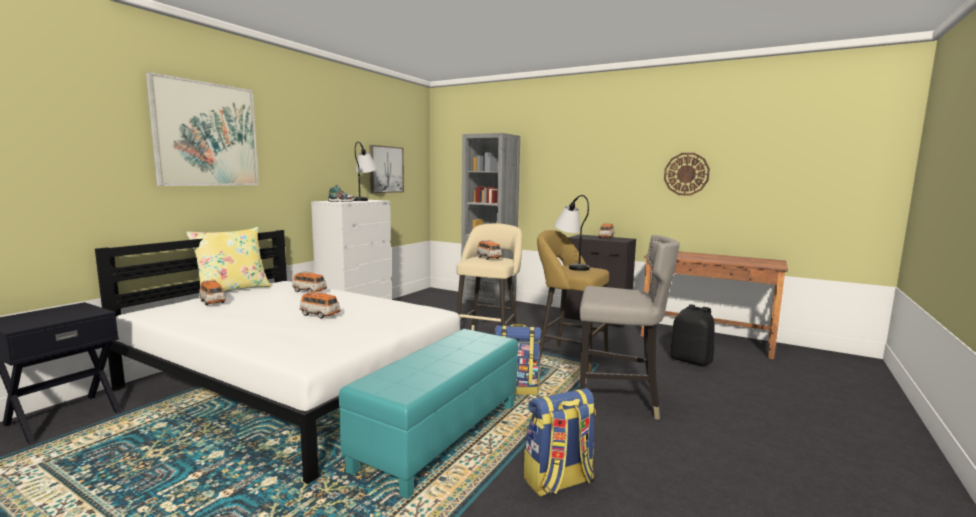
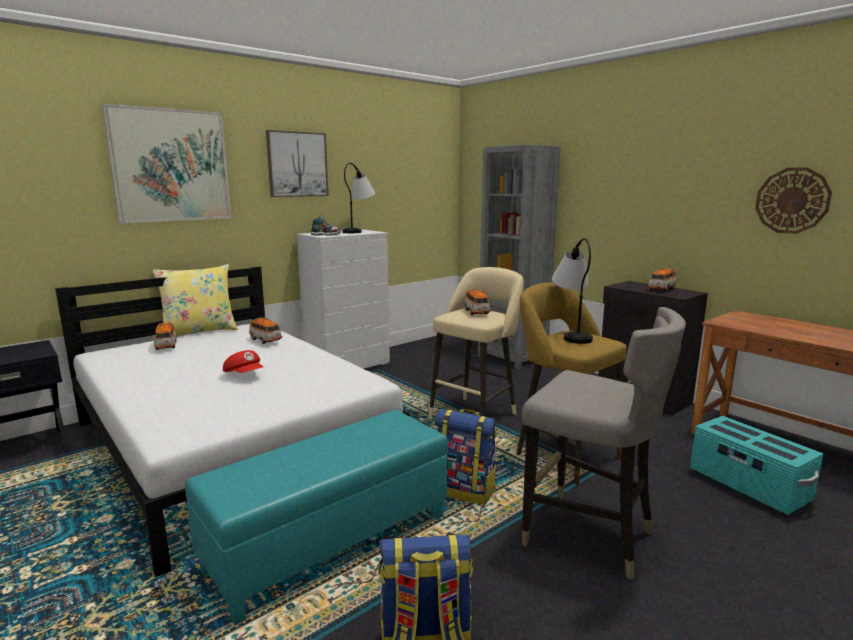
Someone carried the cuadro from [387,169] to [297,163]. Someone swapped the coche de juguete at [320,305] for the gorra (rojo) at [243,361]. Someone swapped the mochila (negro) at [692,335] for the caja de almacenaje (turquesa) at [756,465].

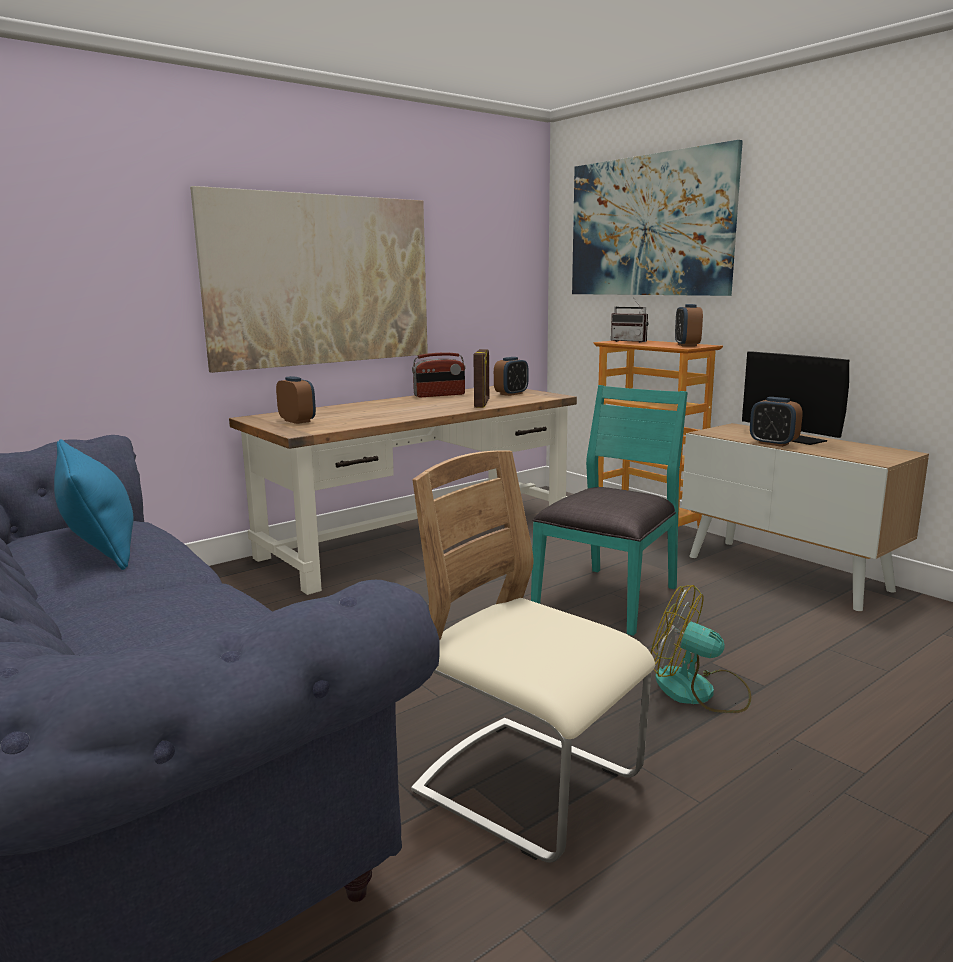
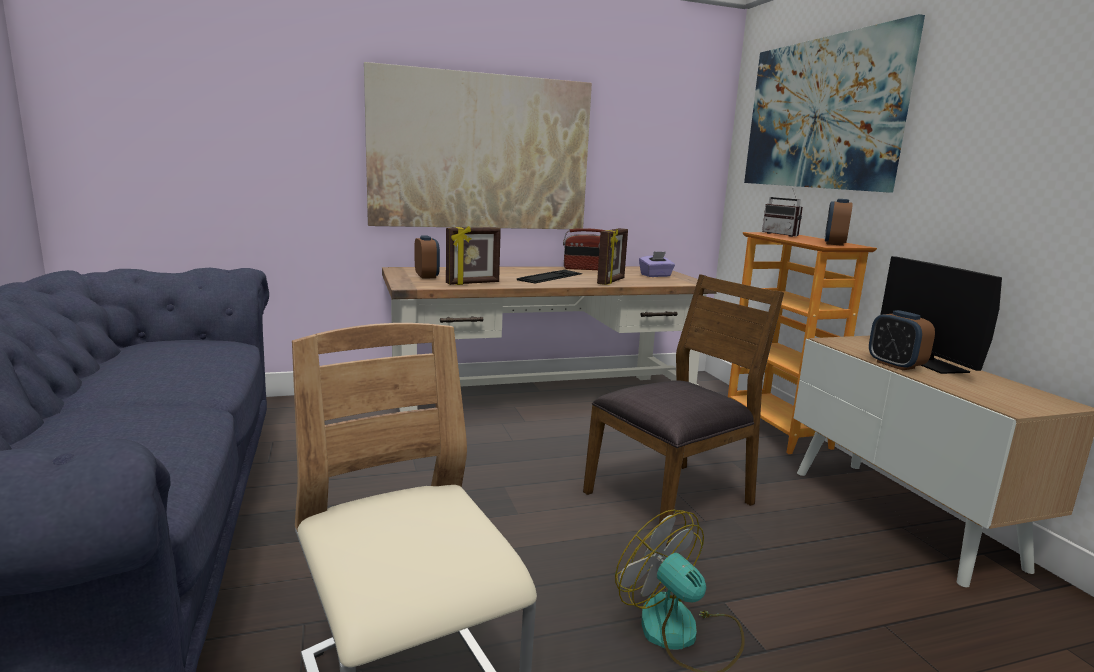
Someone swapped the despertador at [511,376] for the caja de pañuelos (morado) at [657,264]. Someone repainted the silla (turquesa) at [609,510], which became the silla (marrón) at [683,410]. Someone took away the cojín (azul) at [94,504]. Someone put down the portarretratos at [473,255]. Someone put down the teclado at [549,276].

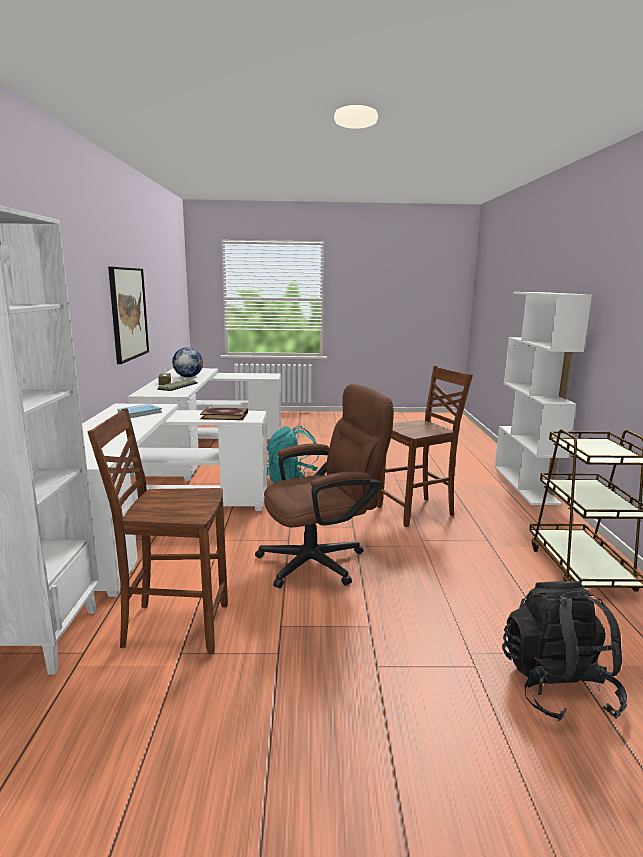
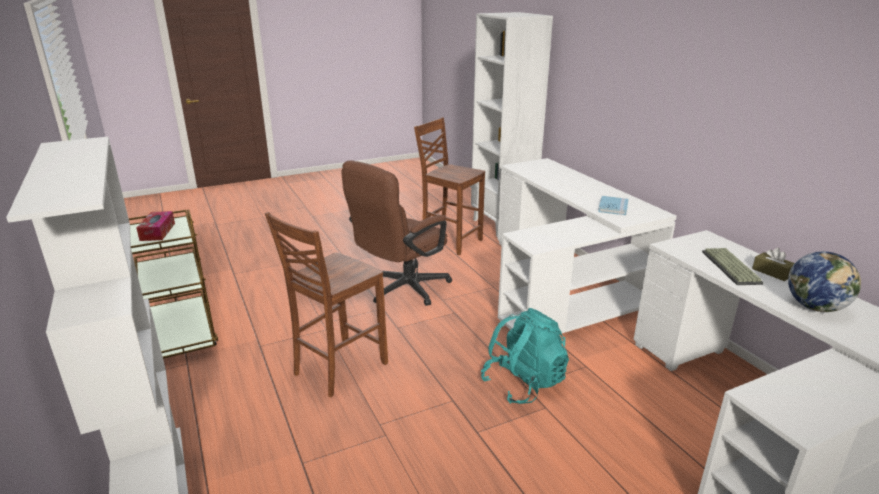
Someone took away the cuadro at [128,315]. Someone took away the libro at [224,413]. Someone rotated the silla (marrón) at [158,531] by 120 degrees counterclockwise. Someone took away the mochila (negro) at [564,651]. Someone put down the caja de pañuelos at [156,226].

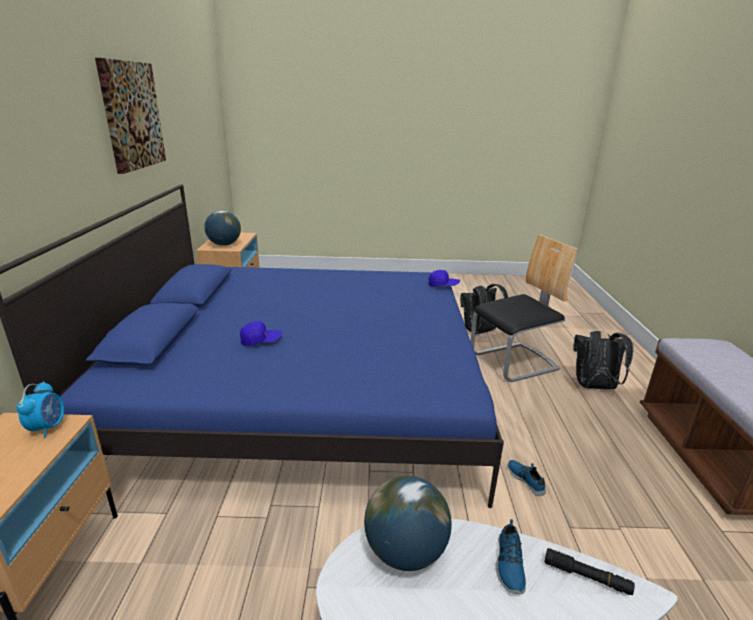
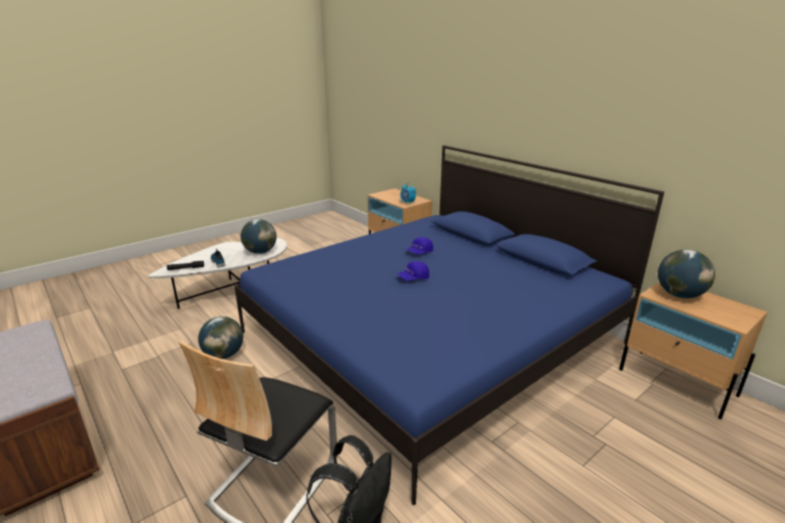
Someone took away the cuadro at [130,116]. Someone carried the gorra (azul) from [444,278] to [413,271]. Someone took away the mochila (negro) at [603,360]. Someone swapped the zapato at [527,478] for the globo terráqueo at [220,337].

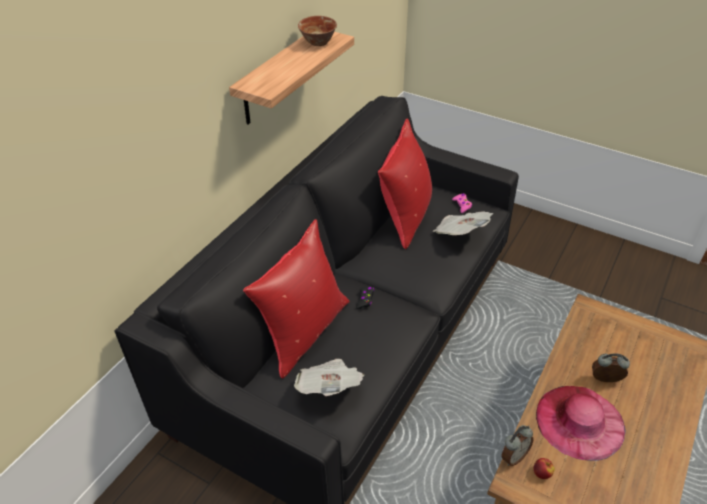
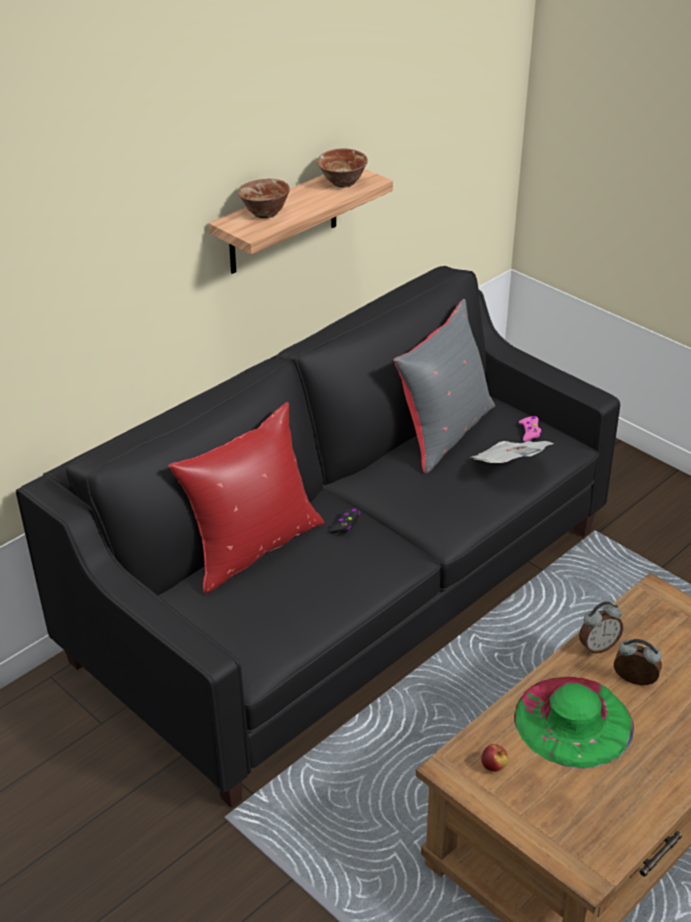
Someone repainted the cojín (rojo) at [405,183], which became the cojín (gris) at [444,386]. Someone took away the periódico at [329,377]. Someone repainted the sombrero (rosa) at [581,423], which became the sombrero (verde) at [574,723]. Someone carried the despertador from [517,445] to [601,627]. Someone put down the cuenco at [263,198].

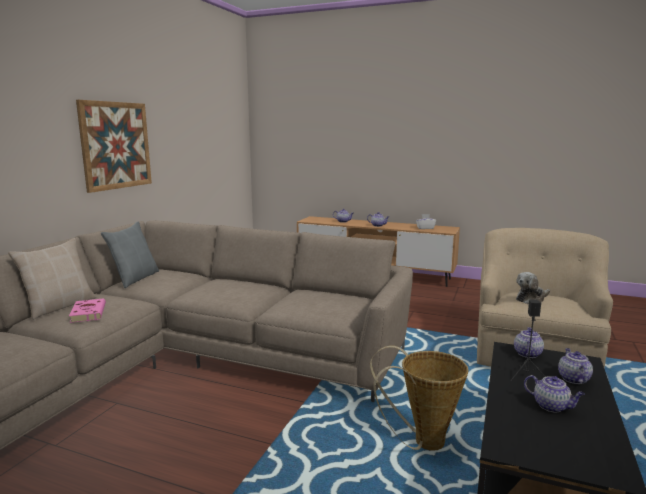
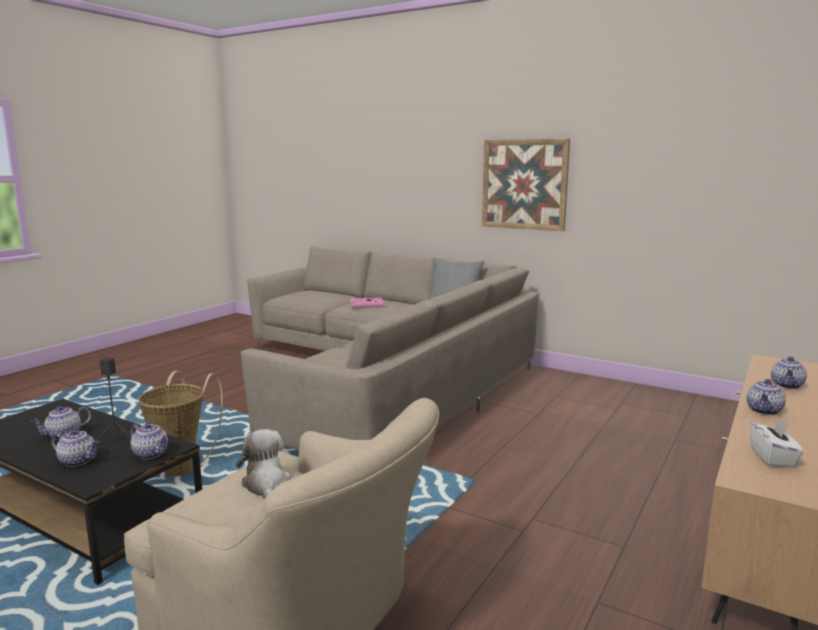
Someone took away the cojín (beis) at [52,279].

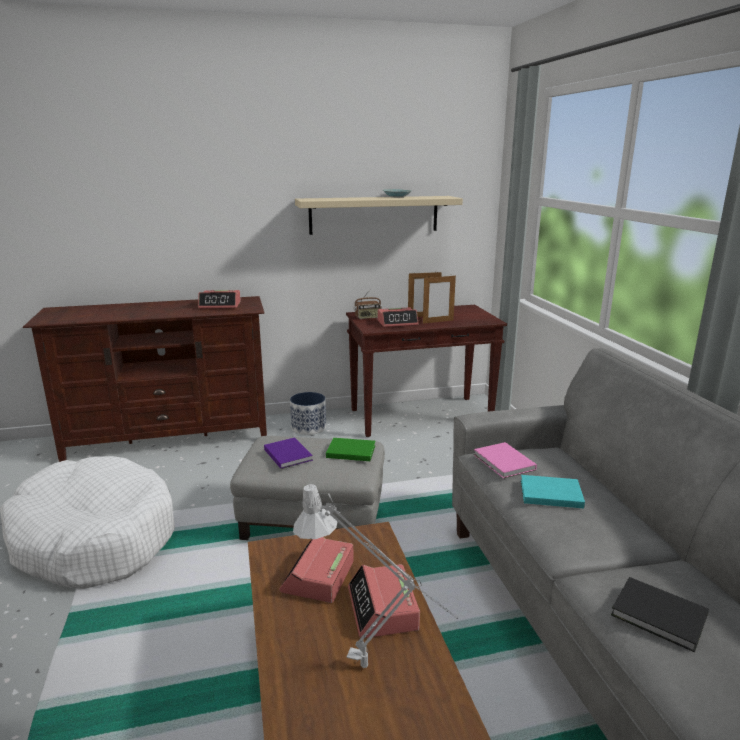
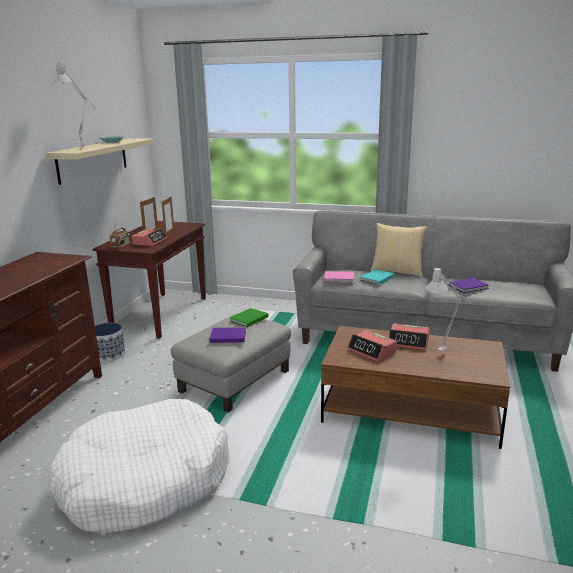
Someone took away the despertador at [219,299]. Someone repainted the libro (negro) at [660,614], which became the libro (morado) at [469,285]. Someone put down the lámpara de mesa (gris) at [74,105]. Someone put down the cojín at [399,250].

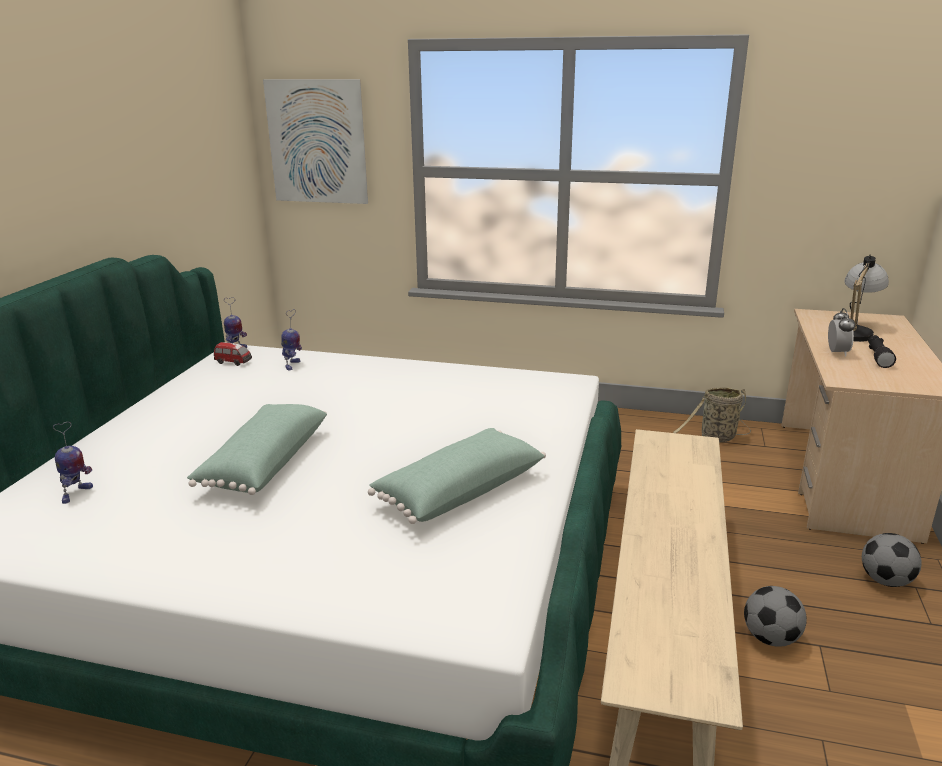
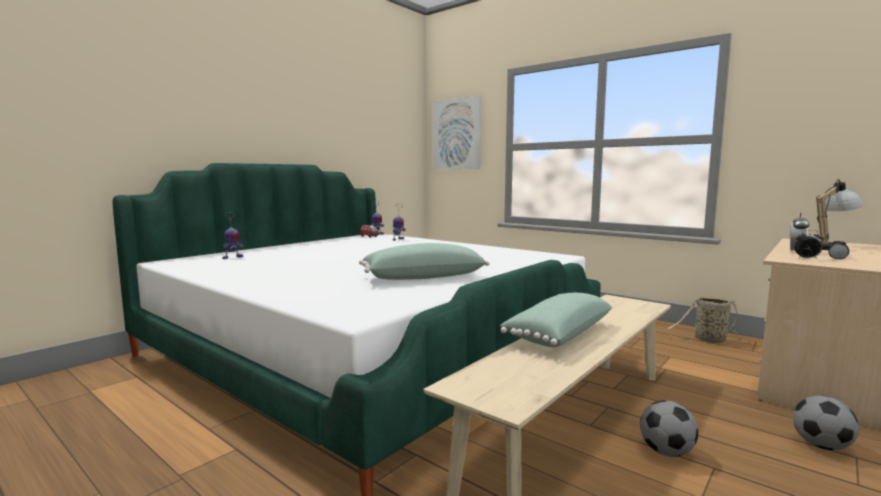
Someone carried the cojín (verde) from [257,449] to [556,320]. Someone put down the despertador at [809,244].

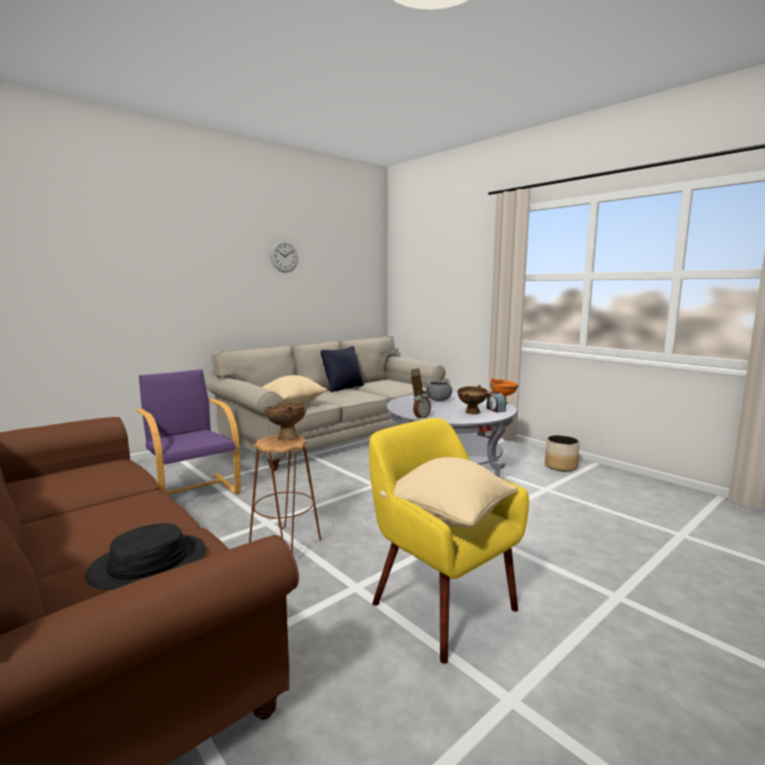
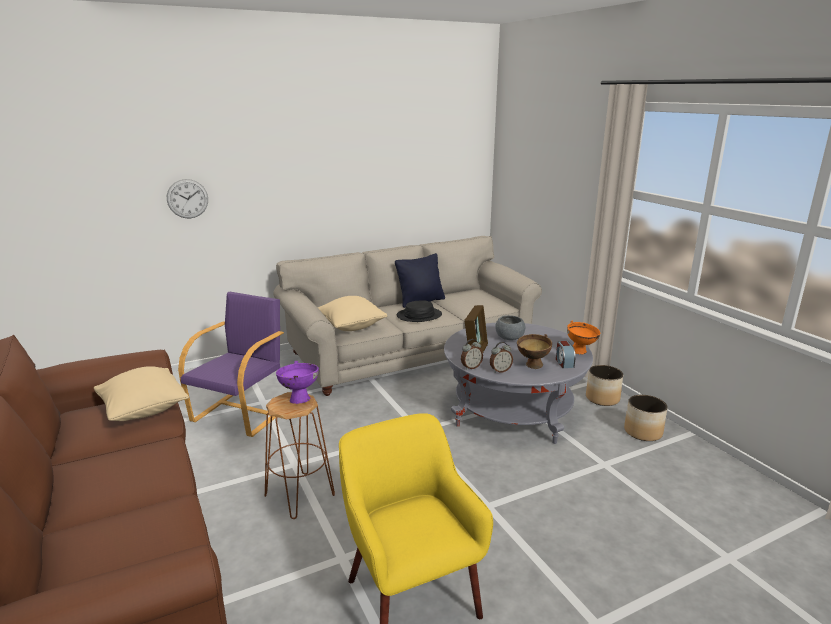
Someone carried the reloj de pared from [284,256] to [187,198]. Someone rotated the sillón (morado) at [188,432] by 45 degrees clockwise. Someone repainted the cuenco (marrón) at [286,421], which became the cuenco (morado) at [297,382]. Someone carried the cojín (beis) from [449,492] to [141,393]. Someone carried the sombrero (negro) from [145,556] to [419,311]. Someone put down the despertador at [501,357]. Someone put down the maceta at [604,385].

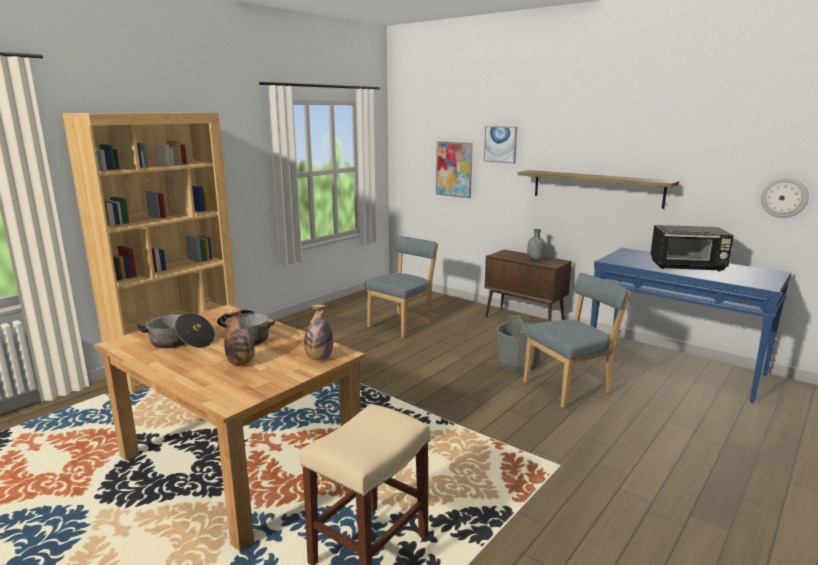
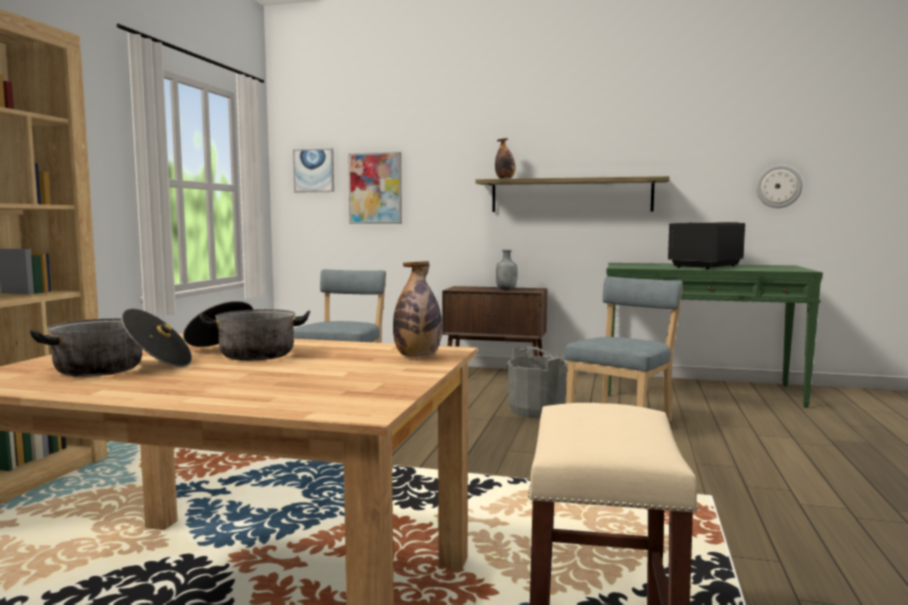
Someone carried the cuadro from [500,145] to [313,170]. Someone rotated the microondas (negro) at [692,248] by 150 degrees clockwise. Someone repainted the mesa consola (azul) at [691,325], which became the mesa consola (verde) at [714,335]. Someone carried the botella from [239,337] to [505,158].

